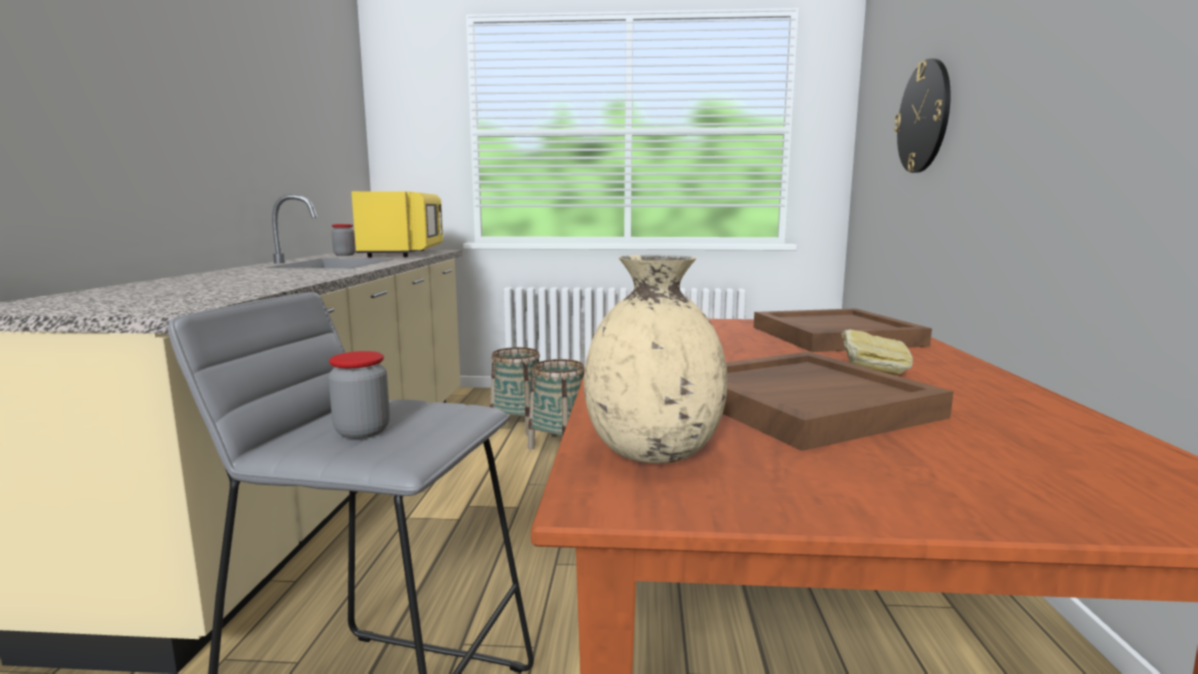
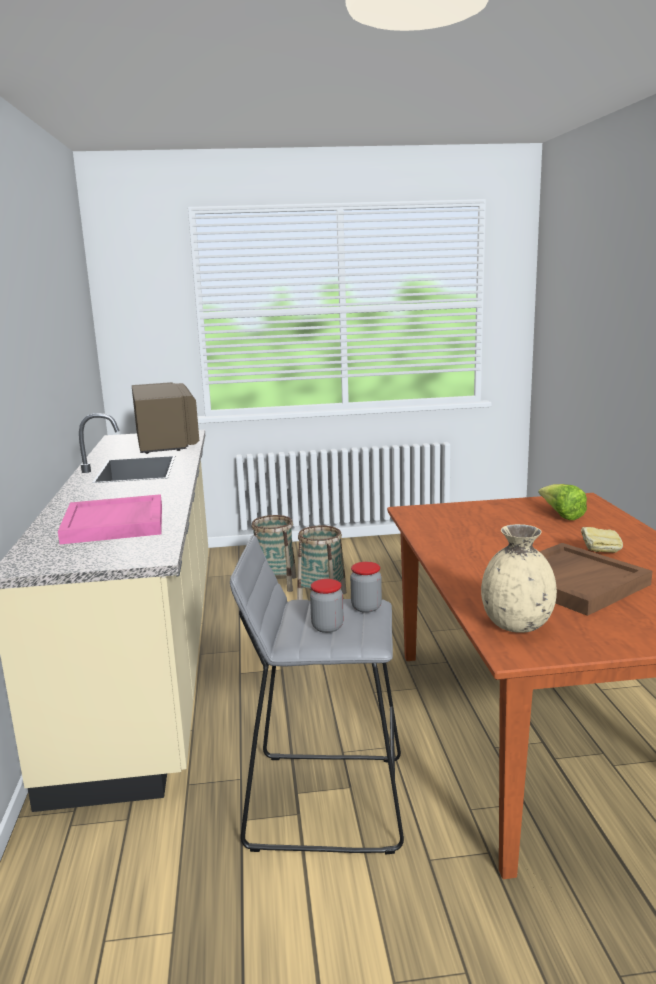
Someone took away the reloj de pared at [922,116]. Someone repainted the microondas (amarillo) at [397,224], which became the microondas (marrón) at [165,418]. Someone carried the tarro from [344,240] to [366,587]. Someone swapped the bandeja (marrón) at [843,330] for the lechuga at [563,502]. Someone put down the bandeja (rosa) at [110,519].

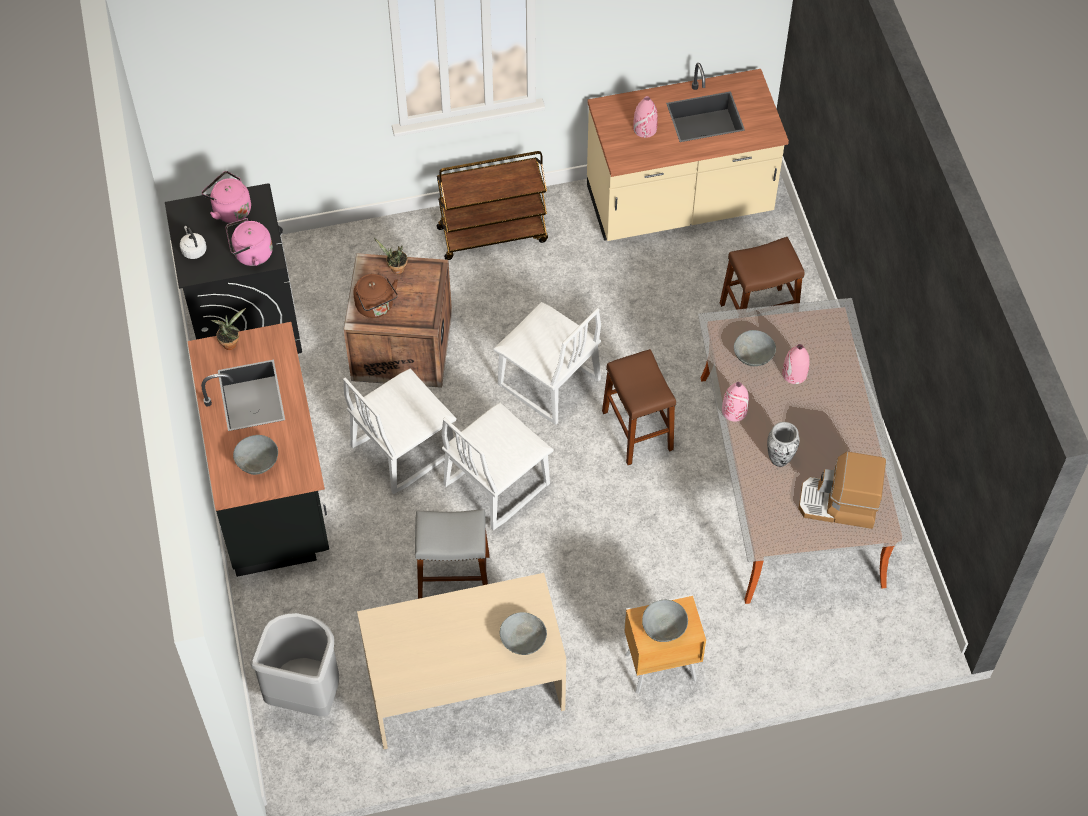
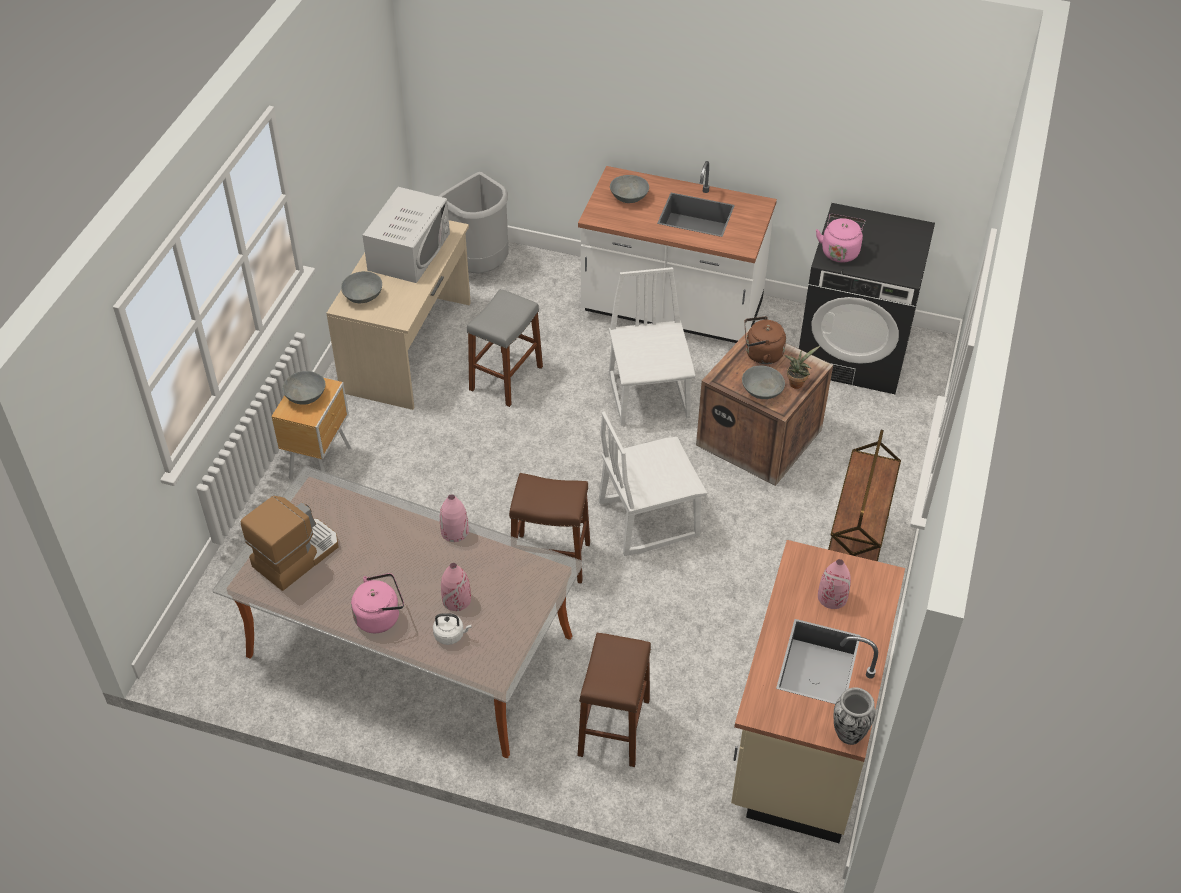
Someone carried the hervidor (rosa) from [226,197] to [377,603]. Someone carried the hervidor (blanco) from [193,242] to [452,629]. Someone took away the planta en maceta at [228,329]. Someone repainted the mueble bajo de cocina (negro) at [258,449], which became the mueble bajo de cocina (blanco) at [677,252]. Someone carried the cuenco (gris) from [755,348] to [763,382]. Someone took away the silla (blanco) at [497,466]. Someone carried the florero from [783,444] to [854,716]. Someone put down the microondas (blanco) at [406,235].

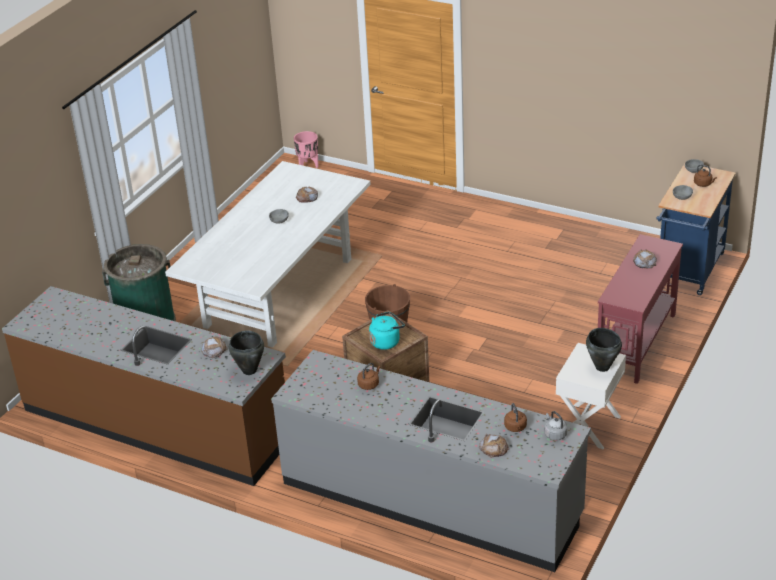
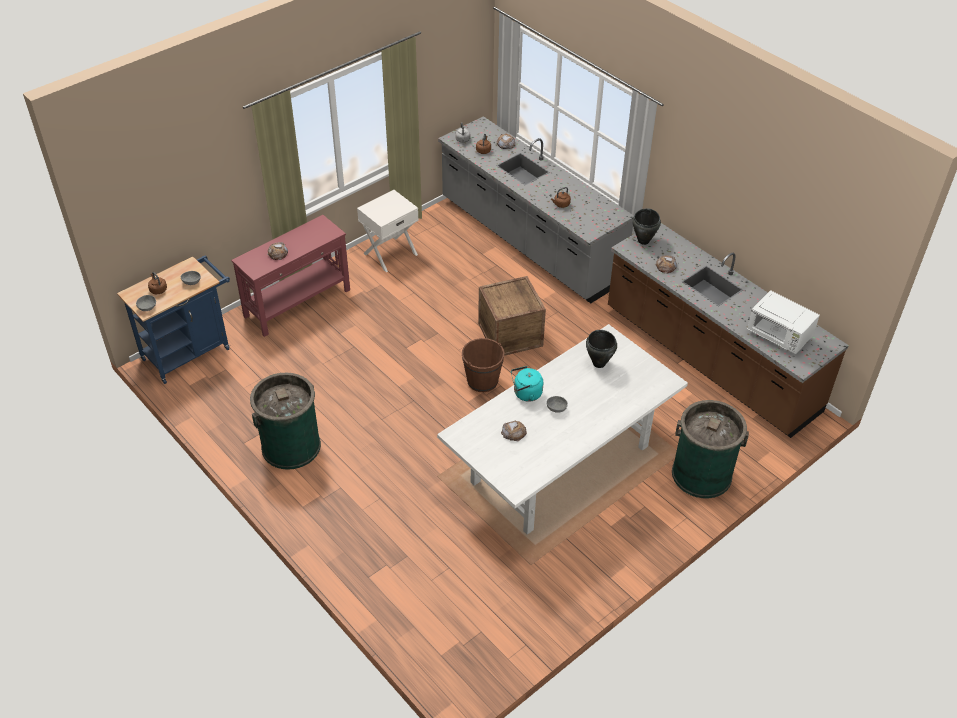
Someone took away the maceta (rosa) at [306,149]. Someone carried the hervidor (turquesa) from [387,331] to [527,384]. Someone carried the olla (negro) from [604,350] to [601,349]. Someone put down the microondas (blanco) at [783,322]. Someone put down the papelera (verde) at [285,421].

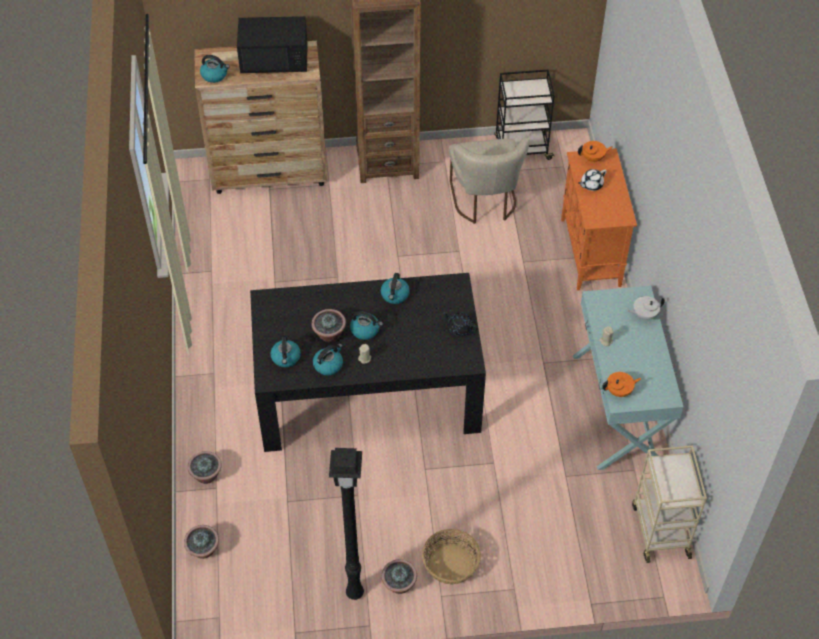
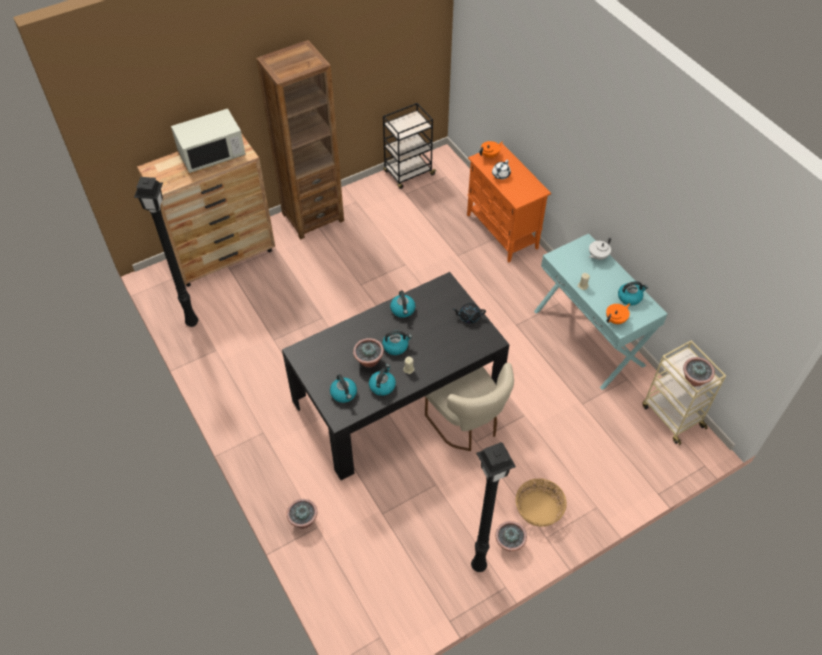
Someone repainted the microondas (negro) at [272,44], which became the microondas (blanco) at [208,141]. Someone carried the hervidor from [215,69] to [633,293]. Someone carried the silla (beis) from [489,180] to [469,407]. Someone carried the planta en maceta from [201,542] to [699,372]. Someone put down the lámpara de pie (negro) at [166,252].

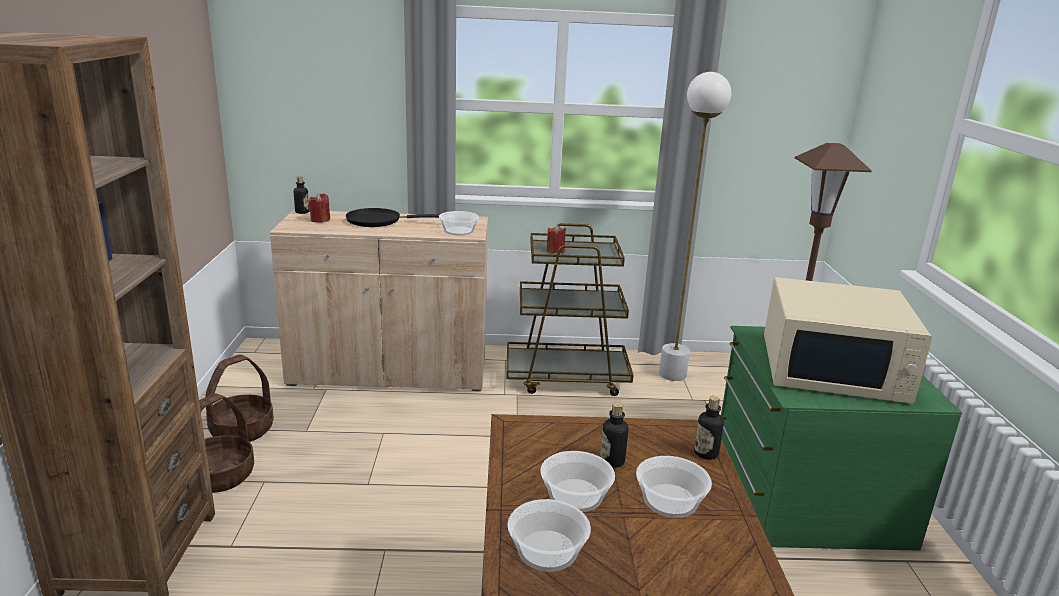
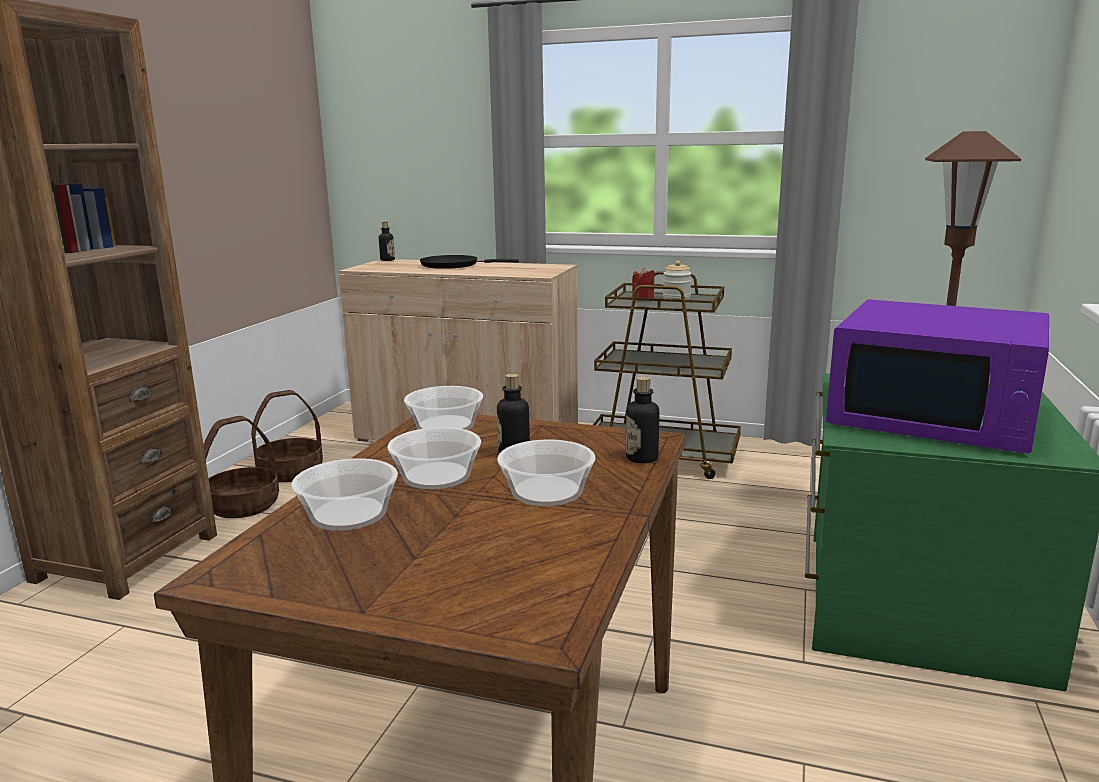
Someone took away the lámpara de pie (blanco) at [695,226]. Someone took away the vela (rojo) at [319,208]. Someone carried the cuenco from [459,223] to [443,408]. Someone repainted the microondas (beis) at [848,340], which became the microondas (morado) at [937,376]. Someone put down the tarro at [677,280].

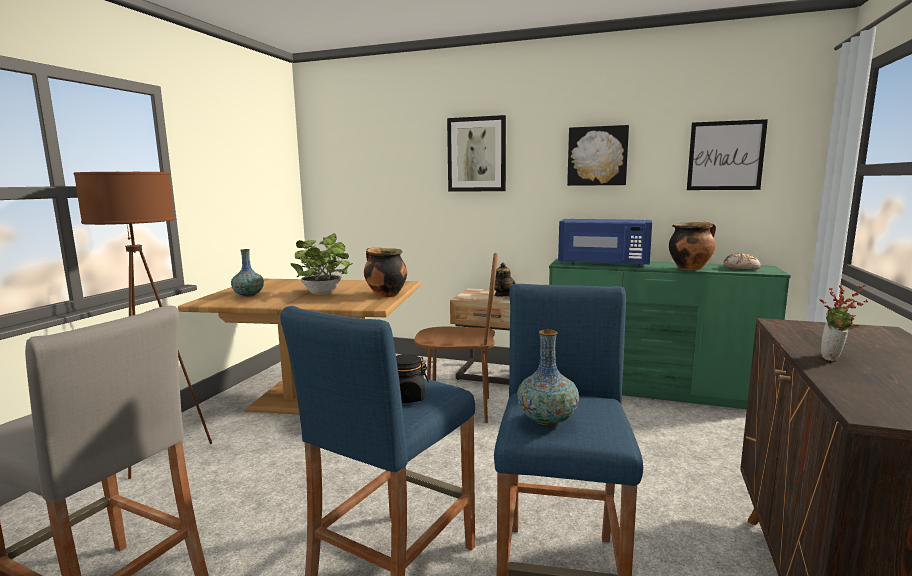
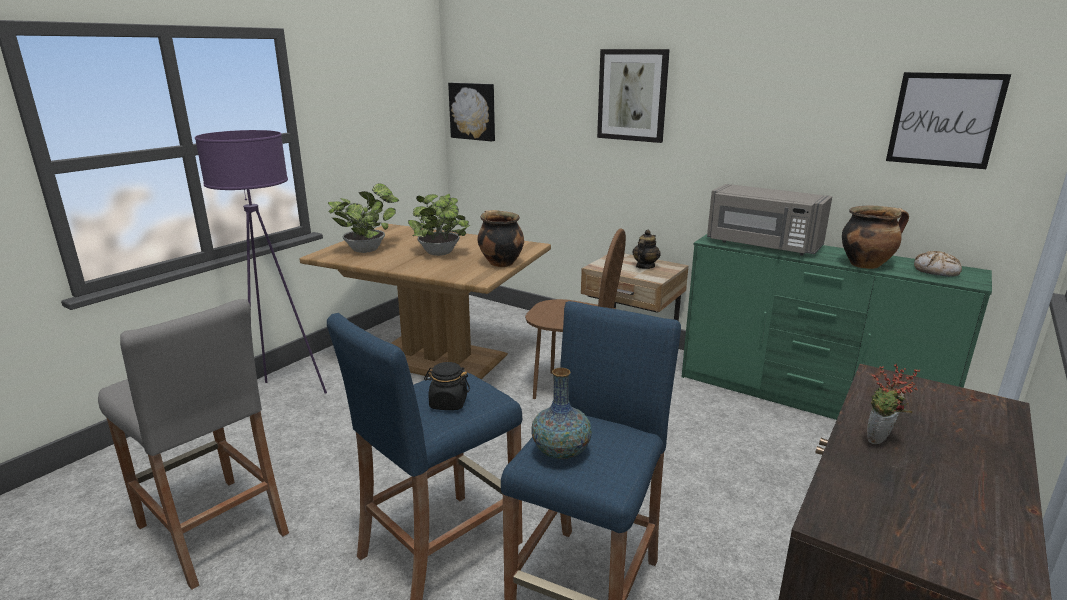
Someone carried the cuadro from [598,155] to [471,112]. Someone repainted the lámpara de pie (marrón) at [143,325], which became the lámpara de pie (morado) at [261,262]. Someone repainted the microondas (azul) at [605,243], which became the microondas (gris) at [769,219]. Someone swapped the florero at [247,273] for the planta en maceta at [363,218].

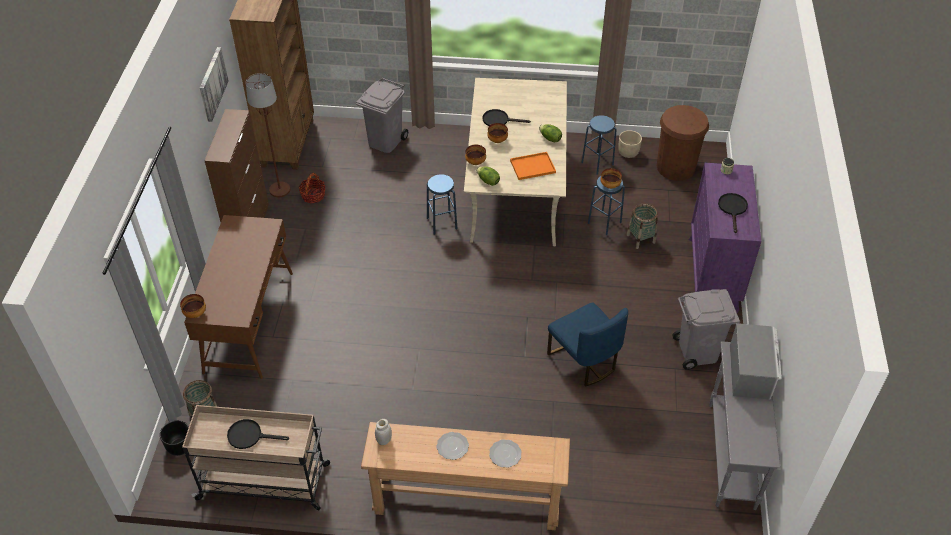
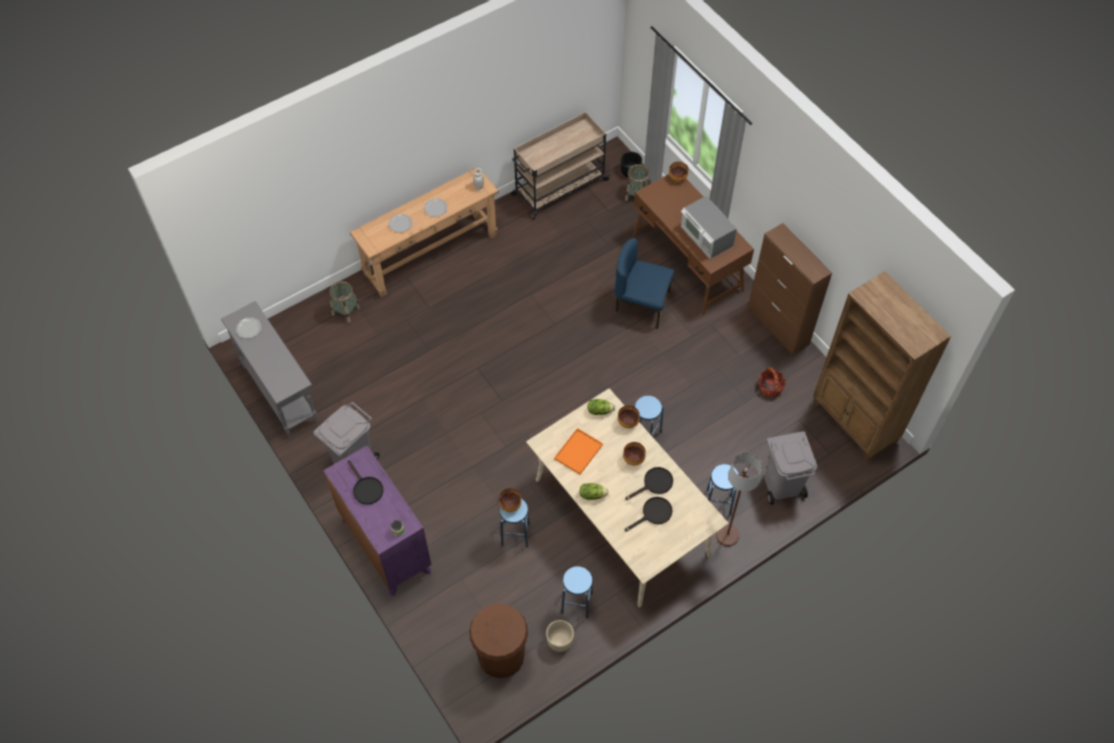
Someone took away the cuadro at [214,84]. Someone carried the lámpara de pie (marrón) from [268,135] to [739,499]. Someone carried the cesta from [642,226] to [344,302]. Someone carried the silla (azul) from [587,344] to [644,283]. Someone carried the microondas from [756,361] to [708,227]. Someone carried the sartén (negro) from [258,434] to [649,514]. Someone put down the plato at [249,328]. Someone put down the taburete (azul) at [722,490].

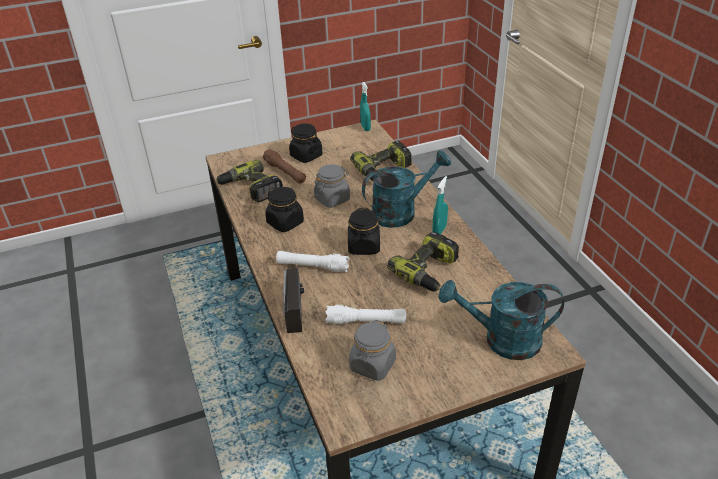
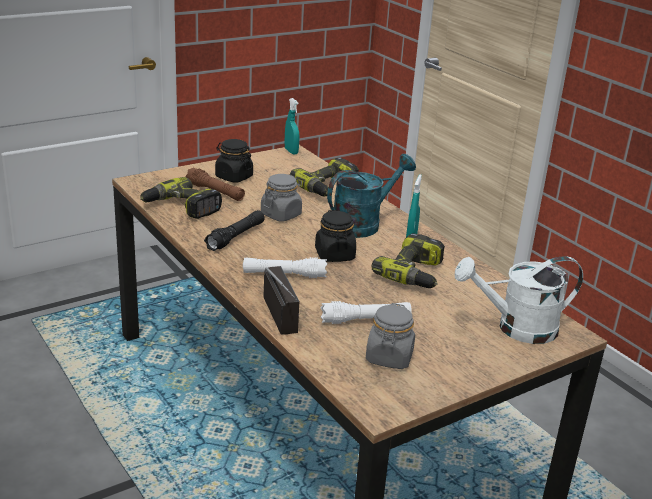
Someone swapped the tarro (negro) at [284,209] for the linterna (negro) at [234,230]. Someone repainted the regadera (turquesa) at [501,320], which became the regadera (blanco) at [519,300].

